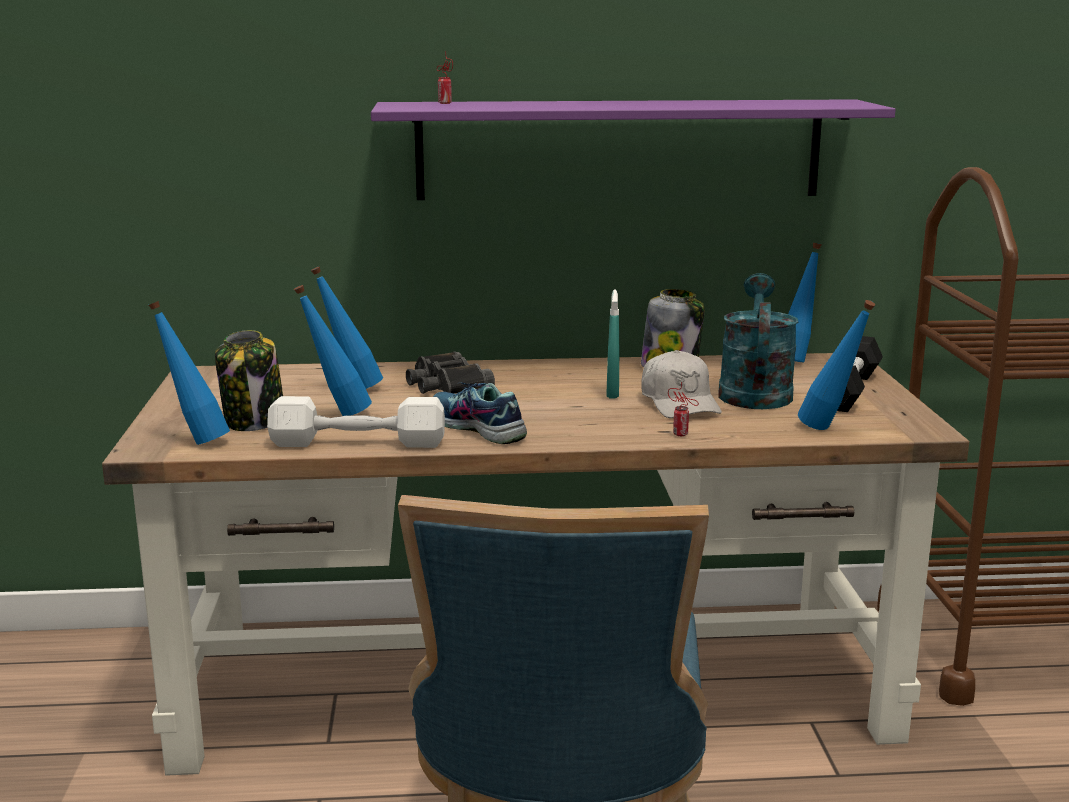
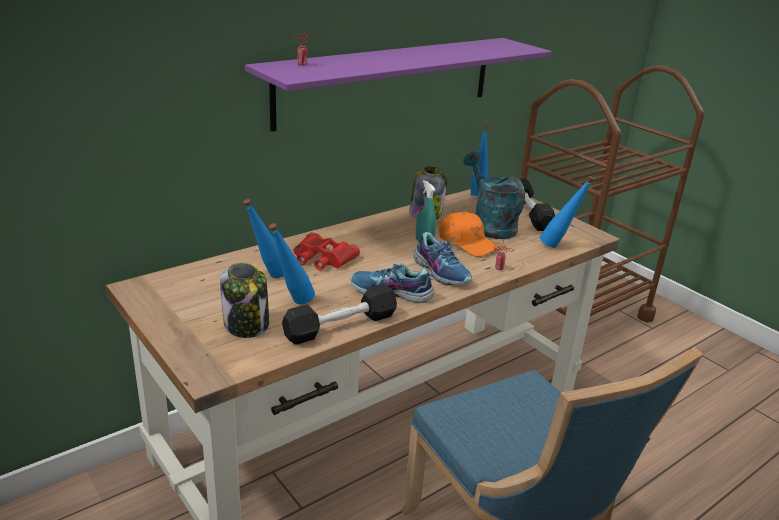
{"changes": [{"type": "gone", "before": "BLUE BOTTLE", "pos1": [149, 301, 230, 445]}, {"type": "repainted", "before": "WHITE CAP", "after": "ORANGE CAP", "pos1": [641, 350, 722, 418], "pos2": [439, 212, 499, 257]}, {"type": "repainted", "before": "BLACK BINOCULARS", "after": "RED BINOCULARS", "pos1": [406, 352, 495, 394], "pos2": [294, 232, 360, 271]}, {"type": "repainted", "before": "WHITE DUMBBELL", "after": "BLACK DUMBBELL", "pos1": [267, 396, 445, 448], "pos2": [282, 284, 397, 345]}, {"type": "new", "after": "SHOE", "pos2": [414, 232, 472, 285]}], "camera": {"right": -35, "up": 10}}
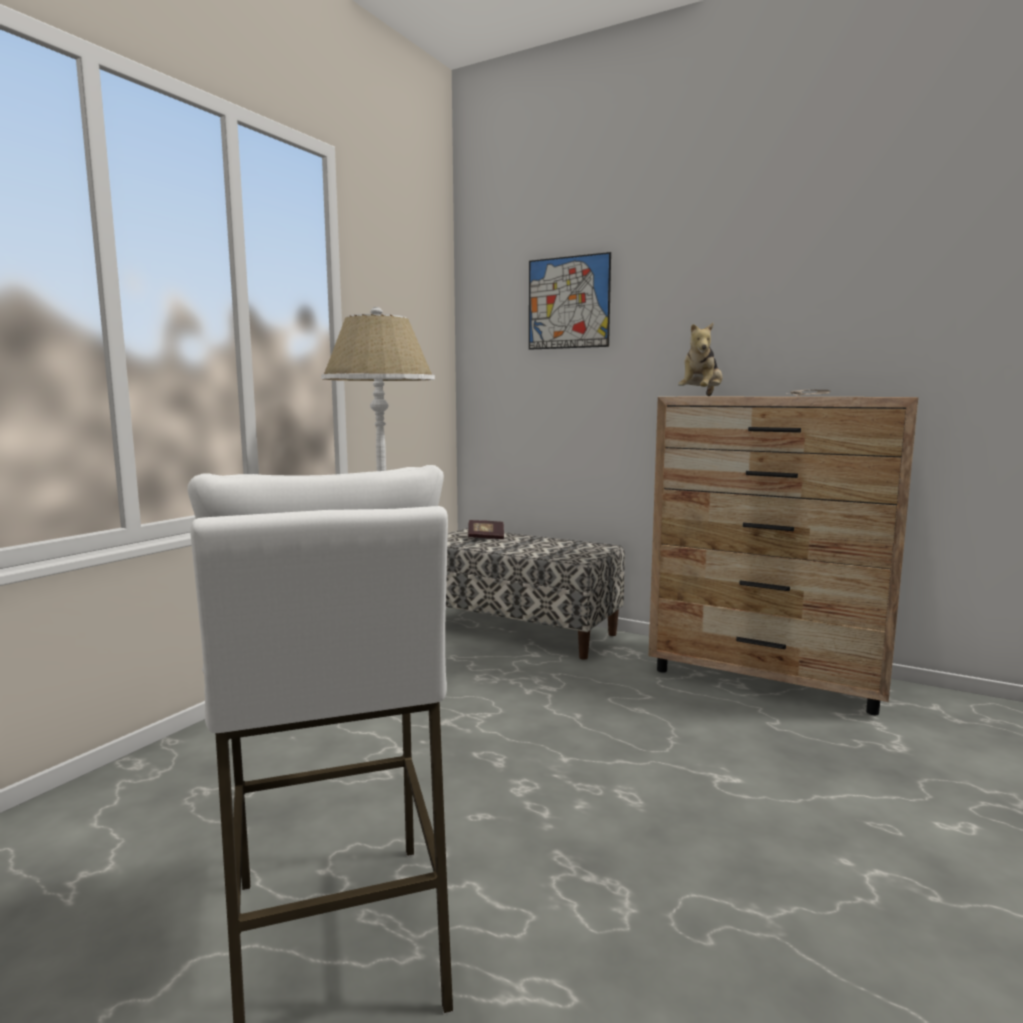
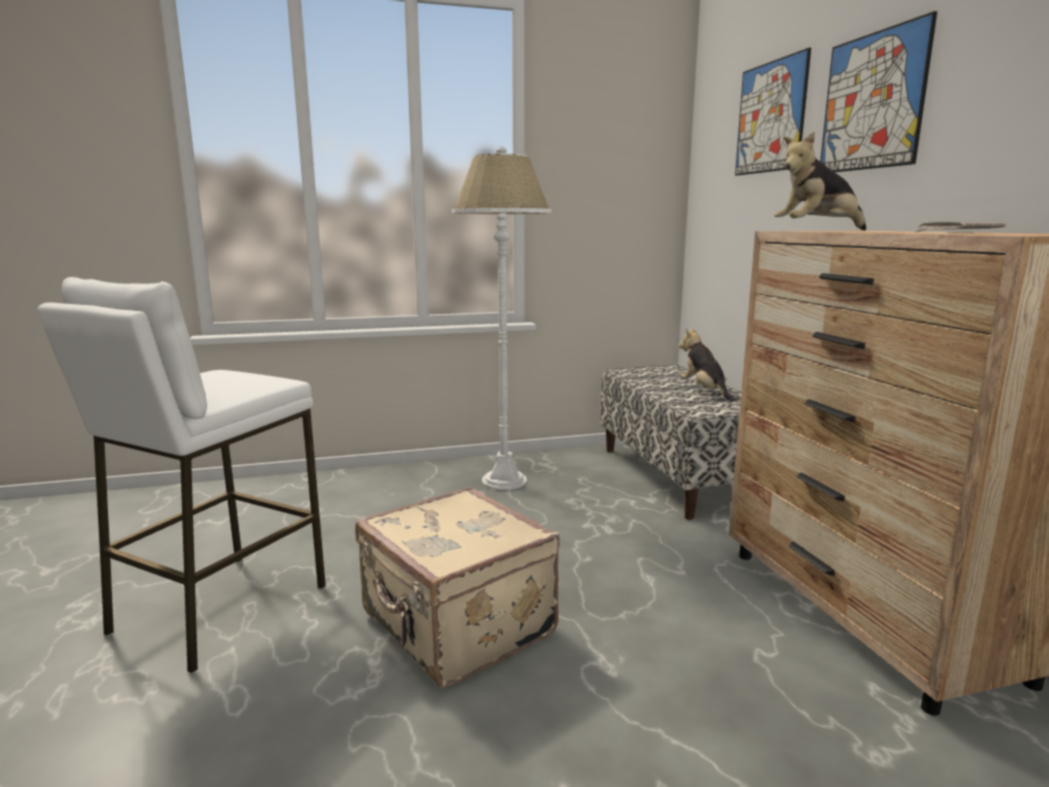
{"changes": [{"type": "gone", "before": "BOOK", "pos1": [468, 520, 504, 539]}, {"type": "new", "after": "PICTURE", "pos2": [820, 11, 937, 172]}, {"type": "new", "after": "PLUSH TOY", "pos2": [678, 328, 735, 402]}, {"type": "new", "after": "BEIGE SUITCASE", "pos2": [355, 487, 560, 688]}], "camera": {"right": 45, "up": 5}}
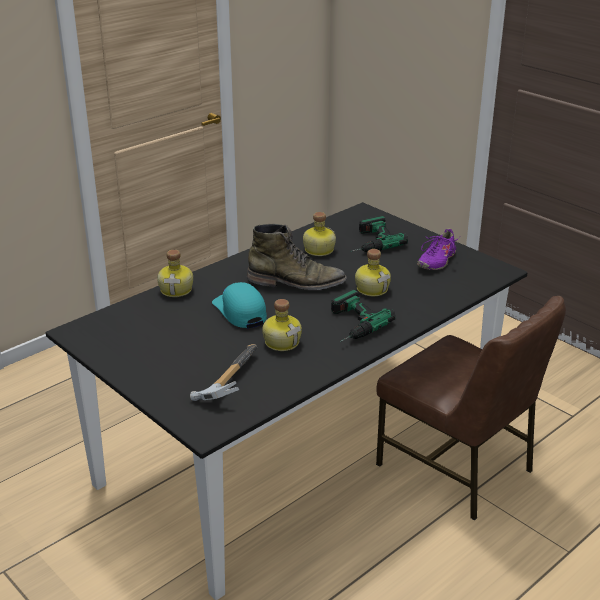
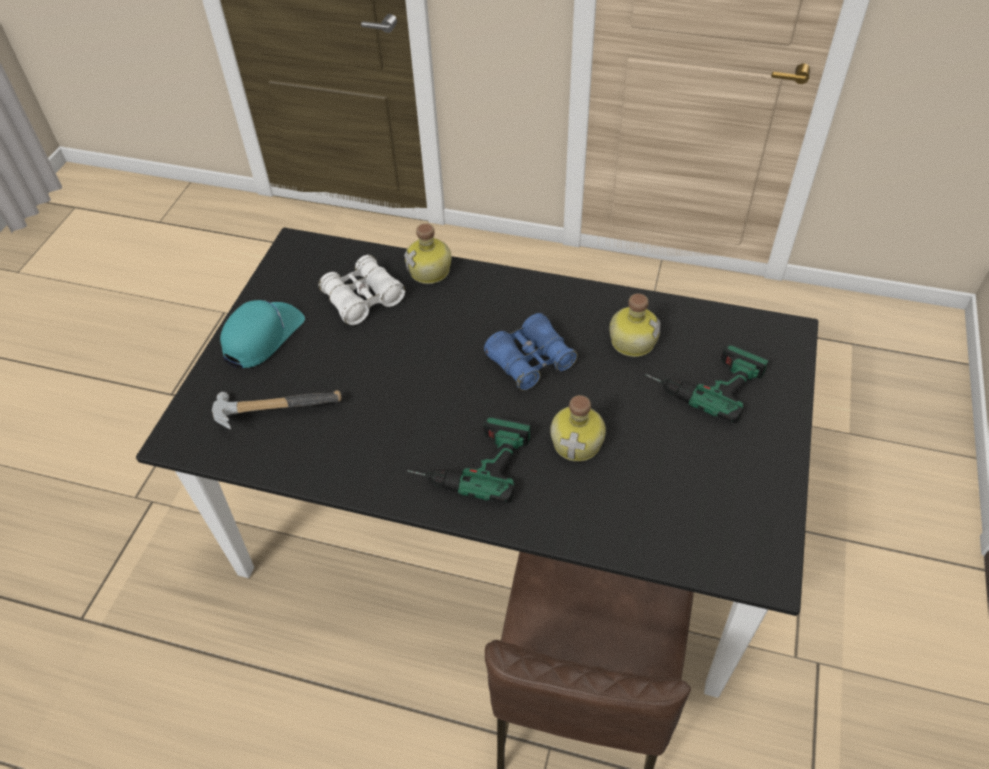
{"changes": [{"type": "swapped", "before": "GREEN BOOT", "after": "BLUE BINOCULARS", "pos1": [247, 224, 347, 290], "pos2": [484, 313, 578, 391]}, {"type": "gone", "before": "PURPLE SHOE", "pos1": [417, 228, 460, 270]}, {"type": "shifted", "before": "TURQUOISE CAP", "pos1": [212, 282, 267, 328], "pos2": [220, 300, 305, 369]}, {"type": "gone", "before": "BOTTLE", "pos1": [262, 299, 302, 351]}, {"type": "new", "after": "WHITE BINOCULARS", "pos2": [318, 255, 405, 325]}], "camera": {"right": 60, "up": 20}}
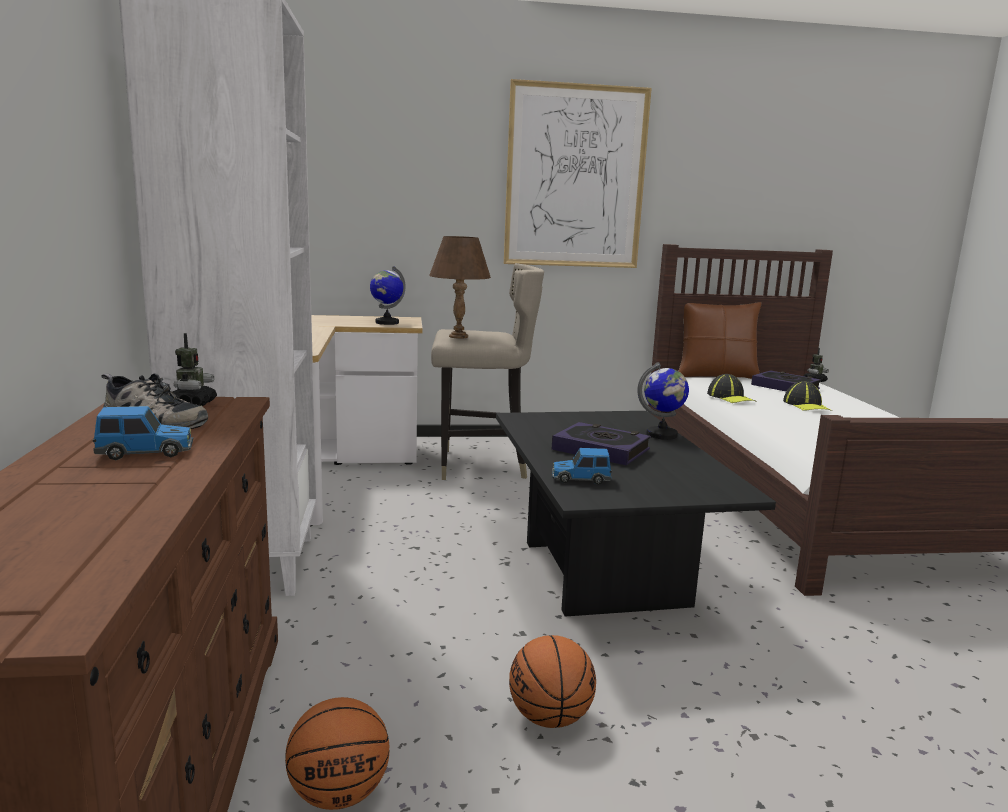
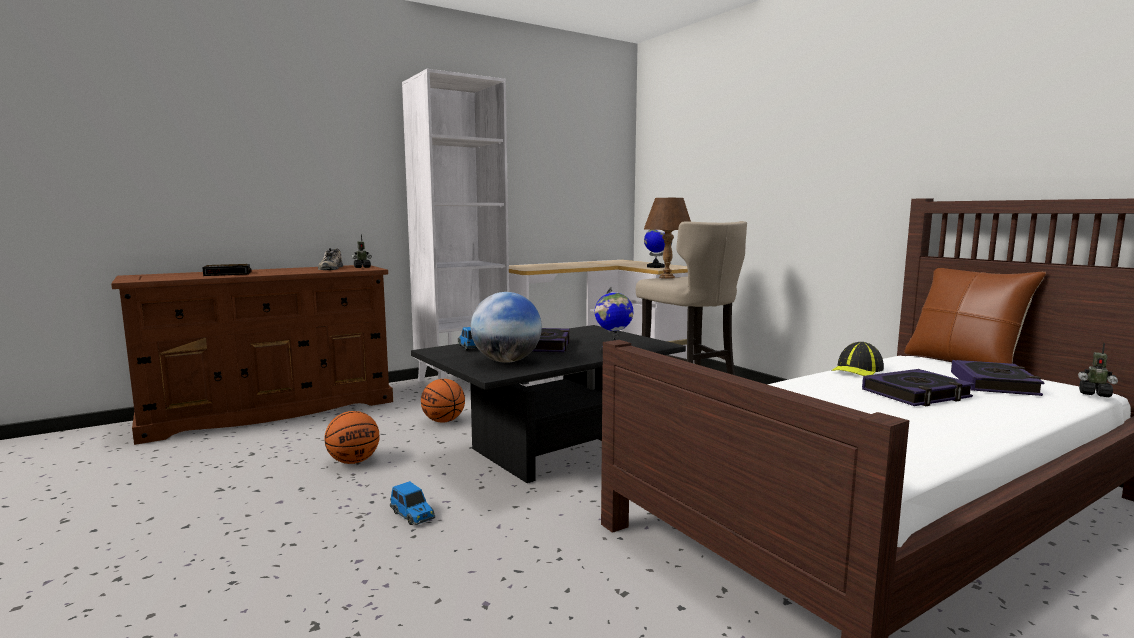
{"changes": [{"type": "gone", "before": "PICTURE", "pos1": [504, 79, 652, 268]}, {"type": "swapped", "before": "CAP", "after": "BOOK", "pos1": [783, 381, 832, 411], "pos2": [862, 369, 974, 406]}, {"type": "shifted", "before": "TOY CAR", "pos1": [93, 406, 193, 460], "pos2": [390, 481, 435, 525]}, {"type": "shifted", "before": "BASKETBALL", "pos1": [285, 697, 389, 810], "pos2": [421, 379, 465, 423]}, {"type": "new", "after": "ALARM CLOCK", "pos2": [202, 264, 252, 276]}, {"type": "new", "after": "GLOBE", "pos2": [471, 292, 542, 363]}], "camera": {"right": 65, "up": -5}}
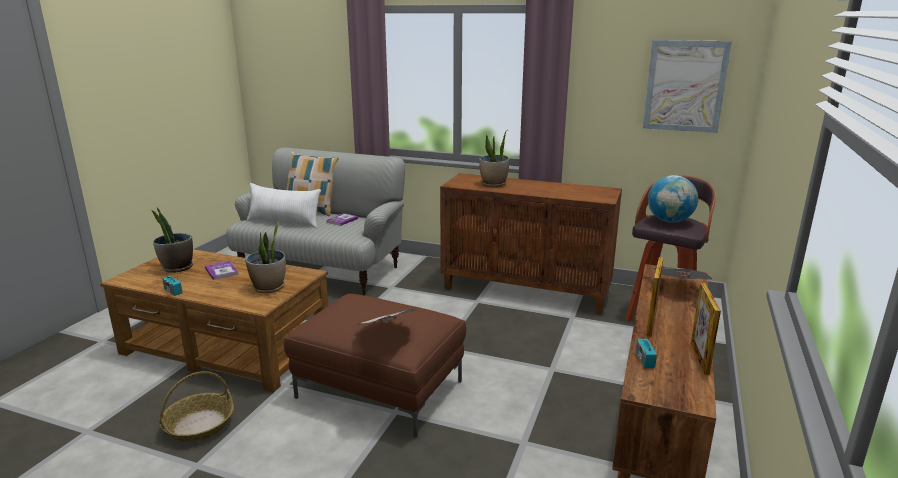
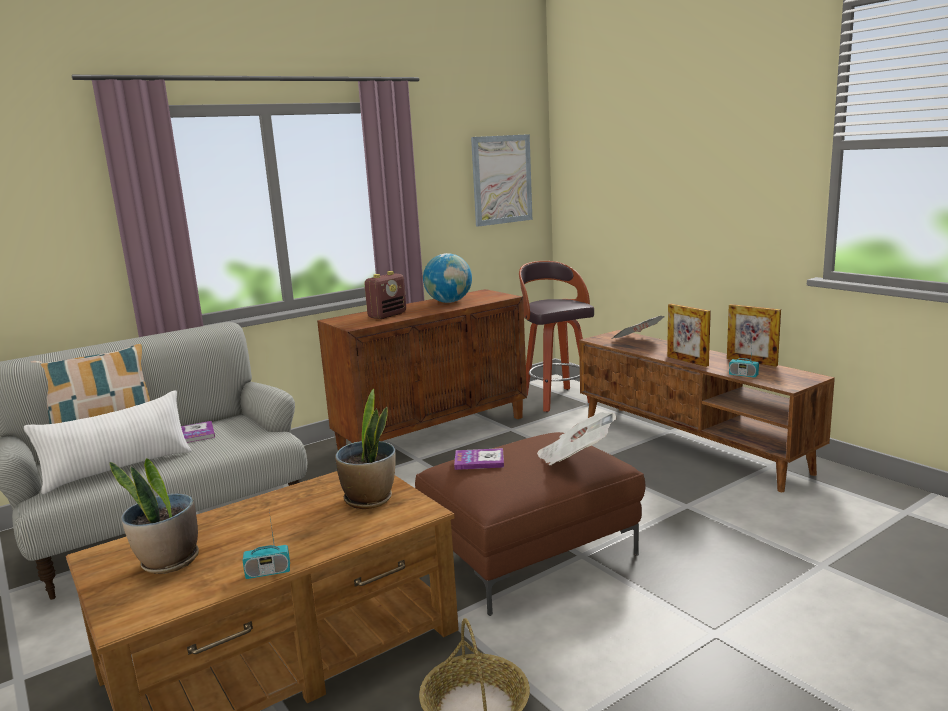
{"changes": [{"type": "swapped", "before": "POTTED PLANT", "after": "RADIO", "pos1": [479, 132, 509, 187], "pos2": [364, 271, 406, 319]}, {"type": "shifted", "before": "GLOBE", "pos1": [648, 175, 698, 223], "pos2": [423, 253, 472, 303]}, {"type": "shifted", "before": "BOOK", "pos1": [205, 261, 238, 280], "pos2": [454, 448, 504, 470]}], "camera": {"right": -55, "up": -5}}
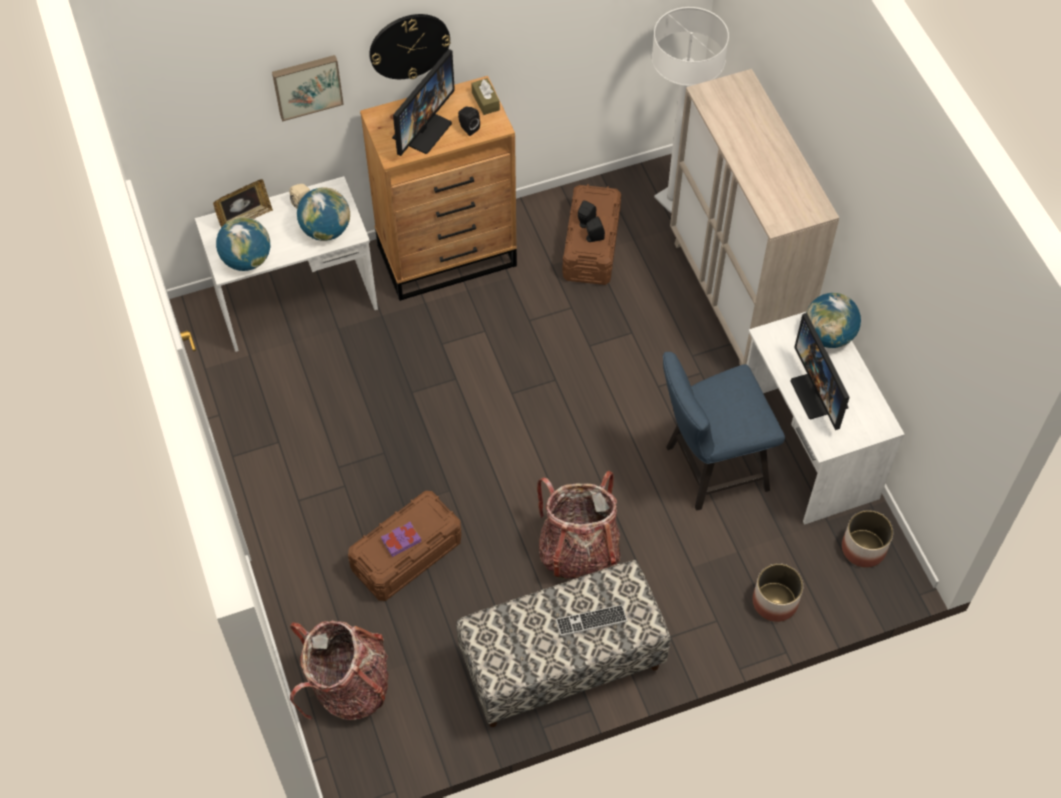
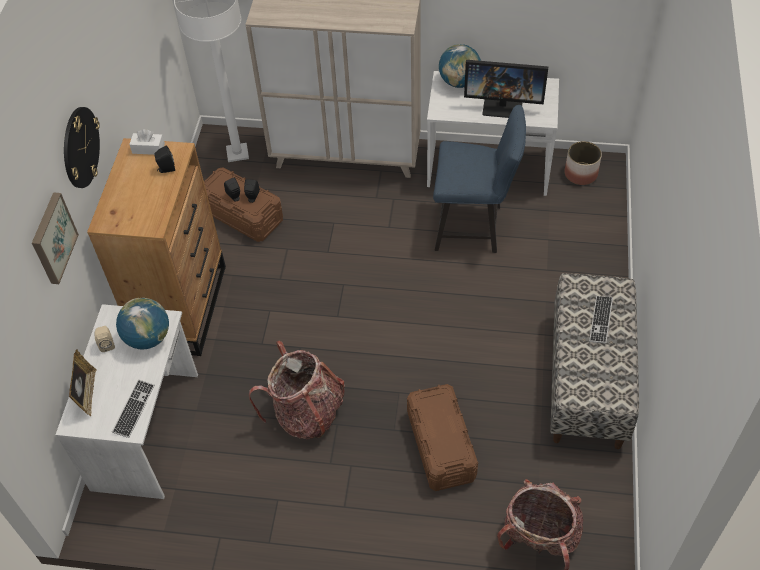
{"changes": [{"type": "gone", "before": "MONITOR", "pos1": [392, 49, 455, 156]}, {"type": "repainted", "before": "BROWN TISSUE BOX", "after": "WHITE TISSUE BOX", "pos1": [471, 78, 500, 115], "pos2": [129, 129, 165, 155]}, {"type": "swapped", "before": "GLOBE", "after": "KEYBOARD", "pos1": [216, 216, 270, 271], "pos2": [112, 379, 155, 438]}, {"type": "rotated", "before": "BLUE CHAIR", "pos1": [663, 352, 785, 511], "pos2": [433, 105, 526, 253], "turn": -90}, {"type": "shifted", "before": "BACKPACK", "pos1": [537, 471, 621, 580], "pos2": [249, 340, 345, 439]}, {"type": "gone", "before": "PURPLE BOOK", "pos1": [381, 522, 421, 557]}, {"type": "gone", "before": "PLANTER", "pos1": [753, 563, 803, 622]}], "camera": {"right": -60, "up": -5}}
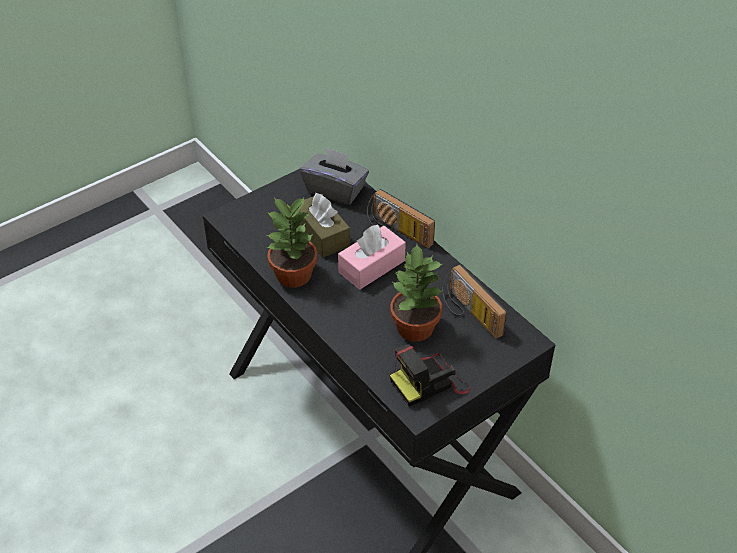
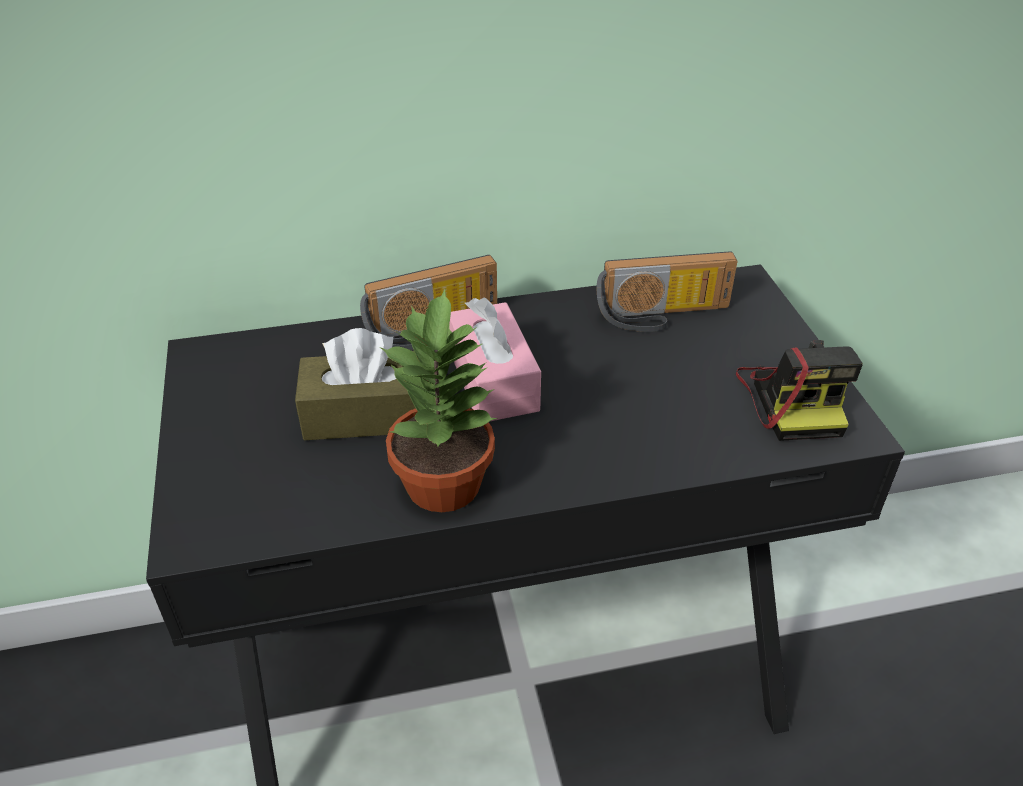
{"changes": [{"type": "gone", "before": "GREY TISSUE BOX", "pos1": [300, 147, 369, 205]}, {"type": "gone", "before": "POTTED PLANT", "pos1": [390, 244, 444, 342]}], "camera": {"right": -65, "up": -5}}
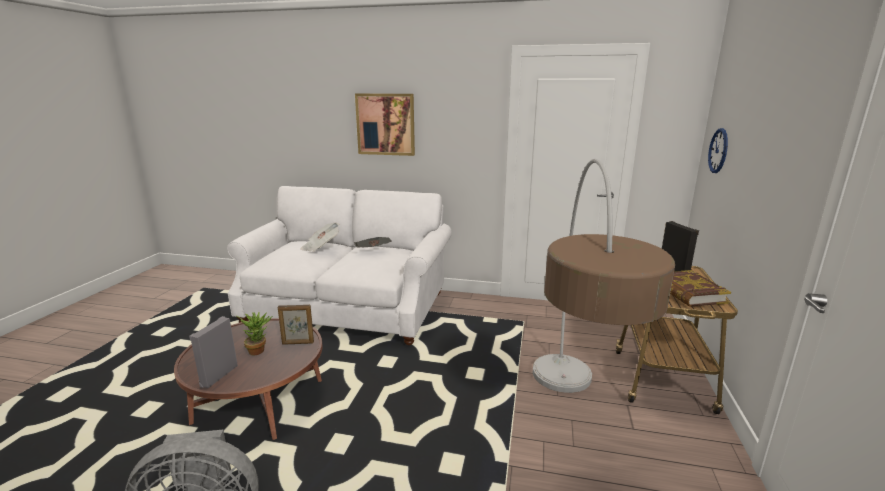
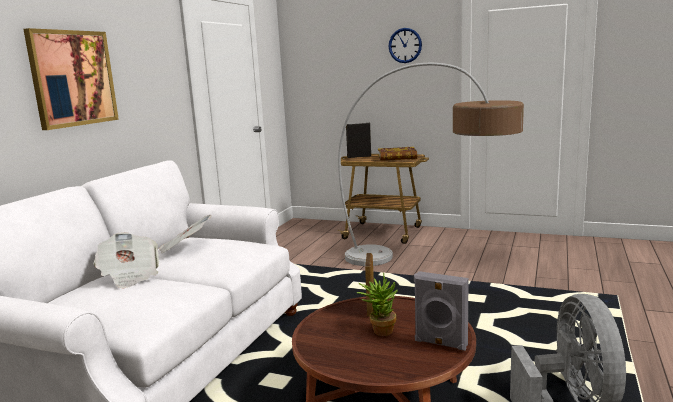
{"changes": [{"type": "shifted", "before": "WALL CLOCK", "pos1": [708, 128, 728, 173], "pos2": [388, 28, 422, 63]}], "camera": {"right": -80, "up": -5}}
